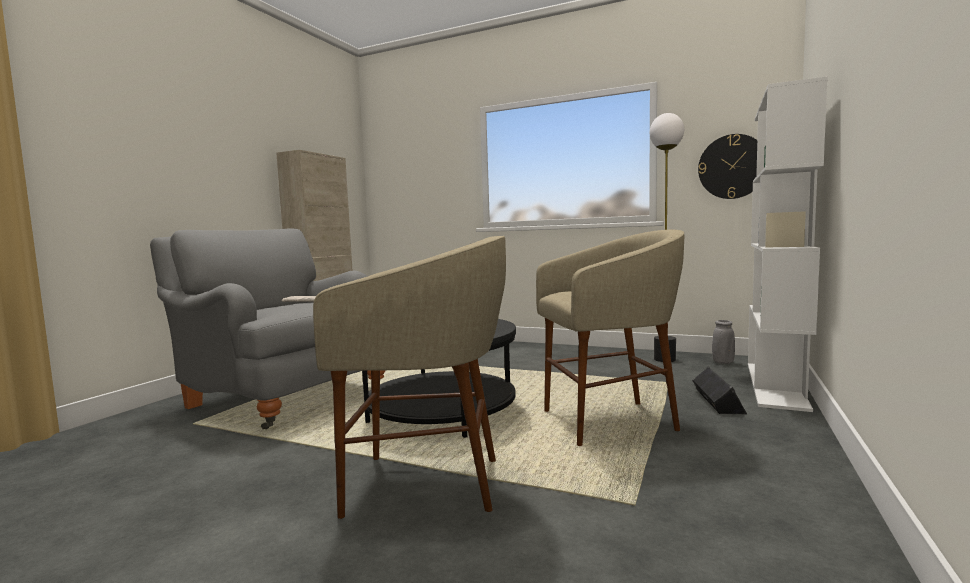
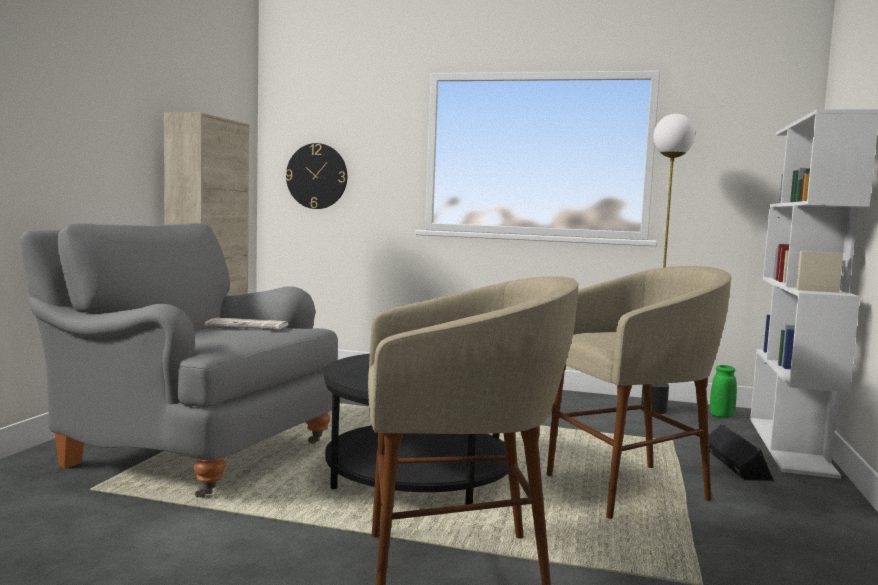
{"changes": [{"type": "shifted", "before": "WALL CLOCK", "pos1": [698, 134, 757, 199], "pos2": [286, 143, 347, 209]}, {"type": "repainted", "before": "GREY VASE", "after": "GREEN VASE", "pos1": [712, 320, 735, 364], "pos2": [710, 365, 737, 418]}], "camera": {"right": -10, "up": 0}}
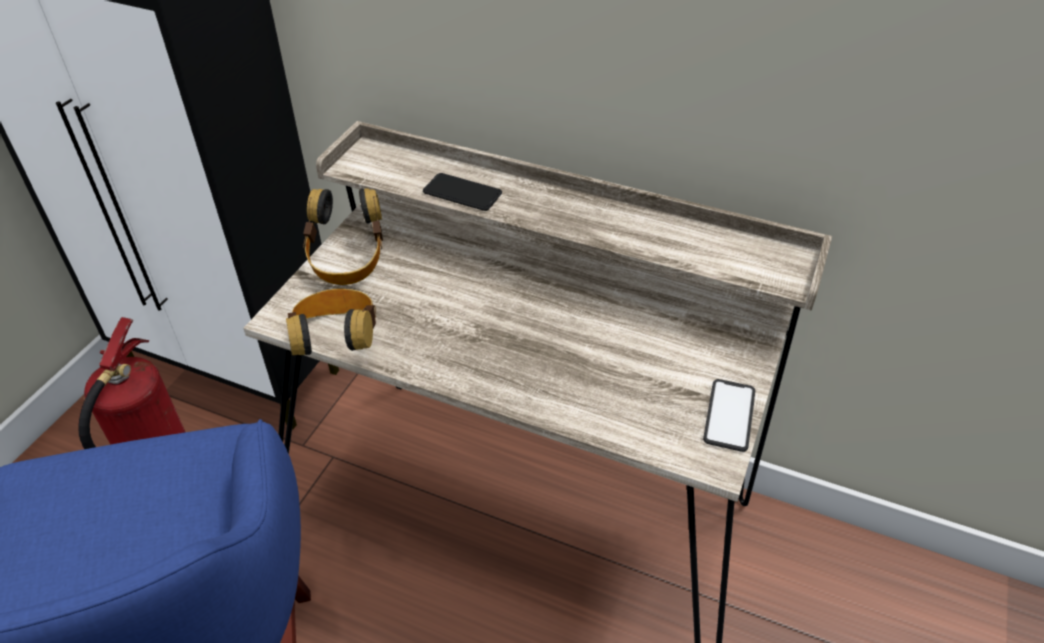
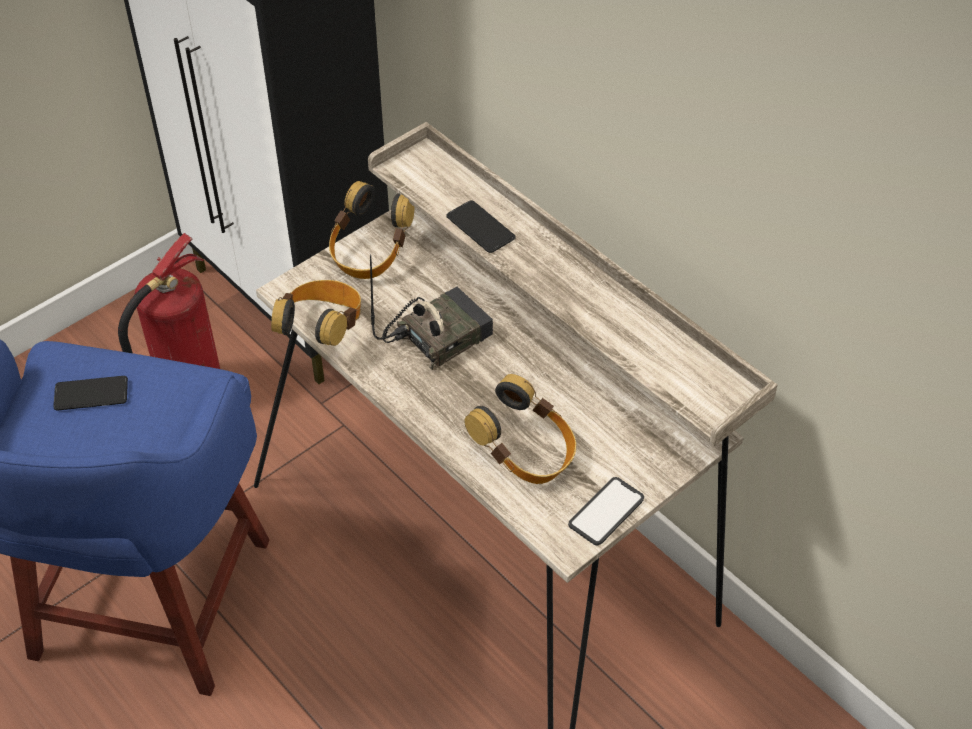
{"changes": [{"type": "new", "after": "RADIO", "pos2": [370, 254, 493, 370]}, {"type": "new", "after": "HEADPHONES", "pos2": [465, 374, 576, 484]}, {"type": "new", "after": "PHONE", "pos2": [53, 376, 128, 411]}], "camera": {"right": 25, "up": 5}}
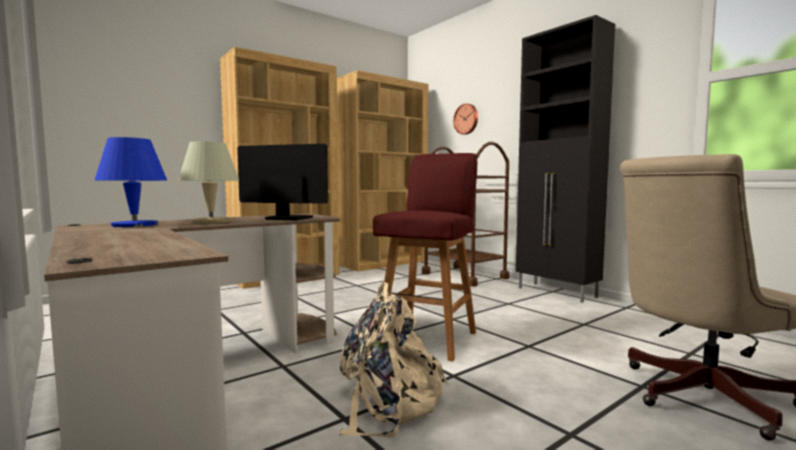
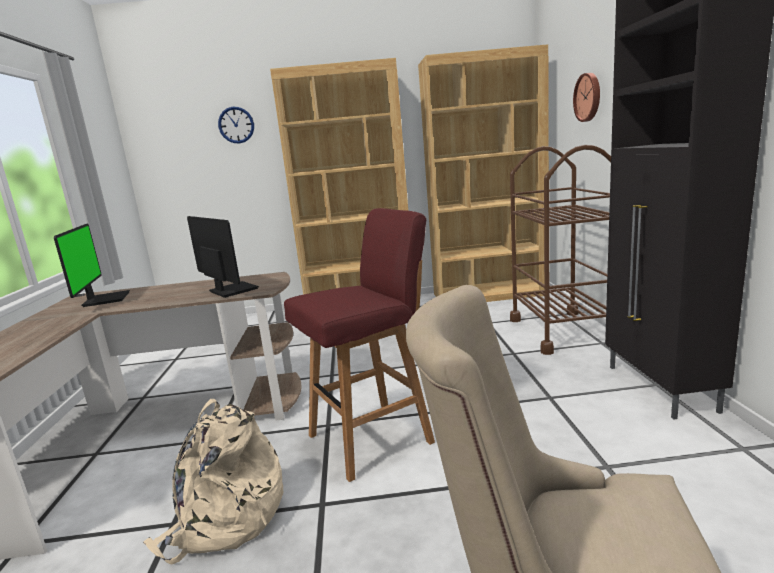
{"changes": [{"type": "swapped", "before": "BLUE TABLE LAMP", "after": "MONITOR", "pos1": [95, 137, 167, 227], "pos2": [54, 224, 130, 307]}, {"type": "gone", "before": "BEIGE TABLE LAMP", "pos1": [178, 141, 239, 223]}, {"type": "new", "after": "WALL CLOCK", "pos2": [218, 107, 254, 144]}], "camera": {"right": 35, "up": 10}}
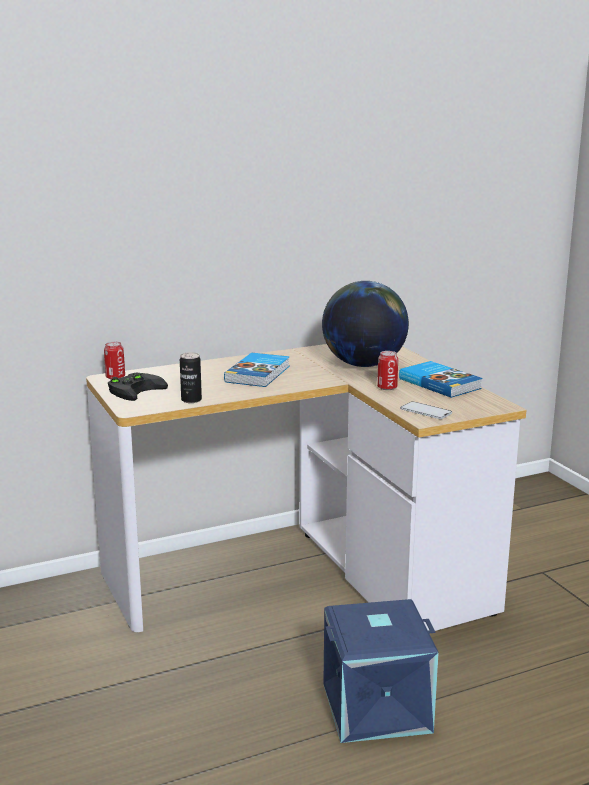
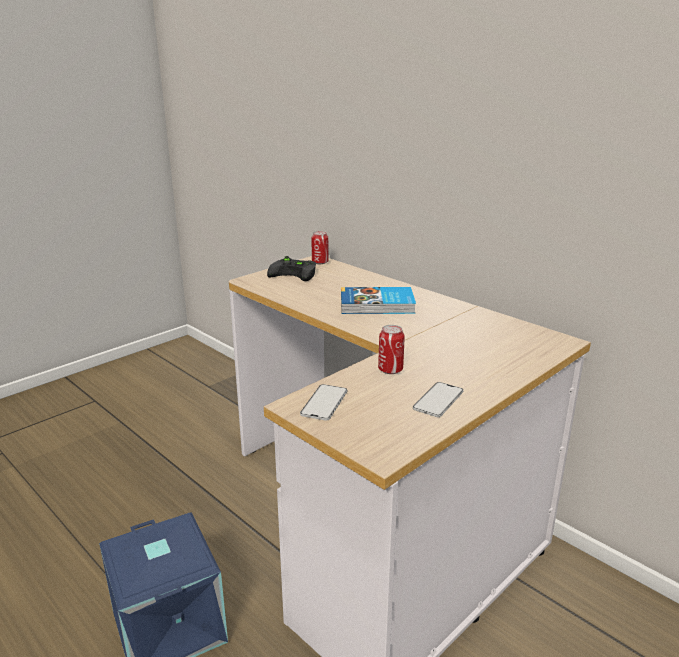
{"changes": [{"type": "gone", "before": "GLOBE", "pos1": [322, 281, 409, 367]}, {"type": "gone", "before": "CAN", "pos1": [180, 352, 202, 403]}, {"type": "swapped", "before": "BOOK", "after": "PHONE", "pos1": [399, 361, 482, 398], "pos2": [413, 382, 463, 417]}], "camera": {"right": 70, "up": 5}}
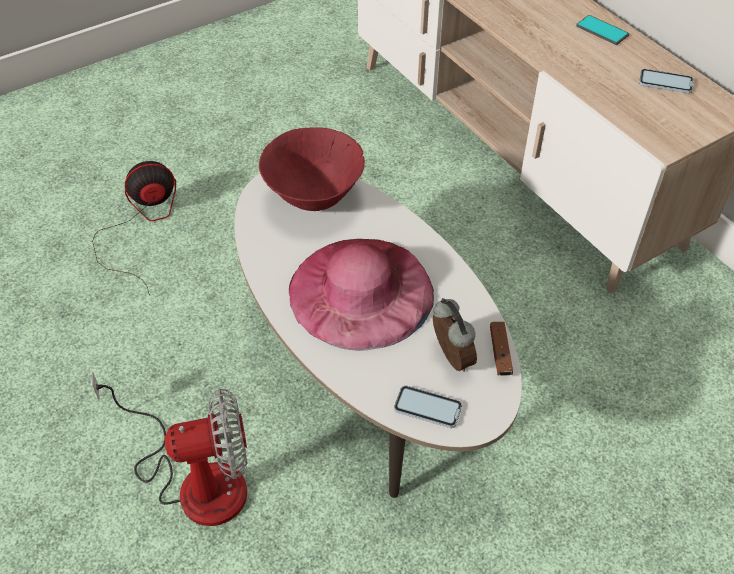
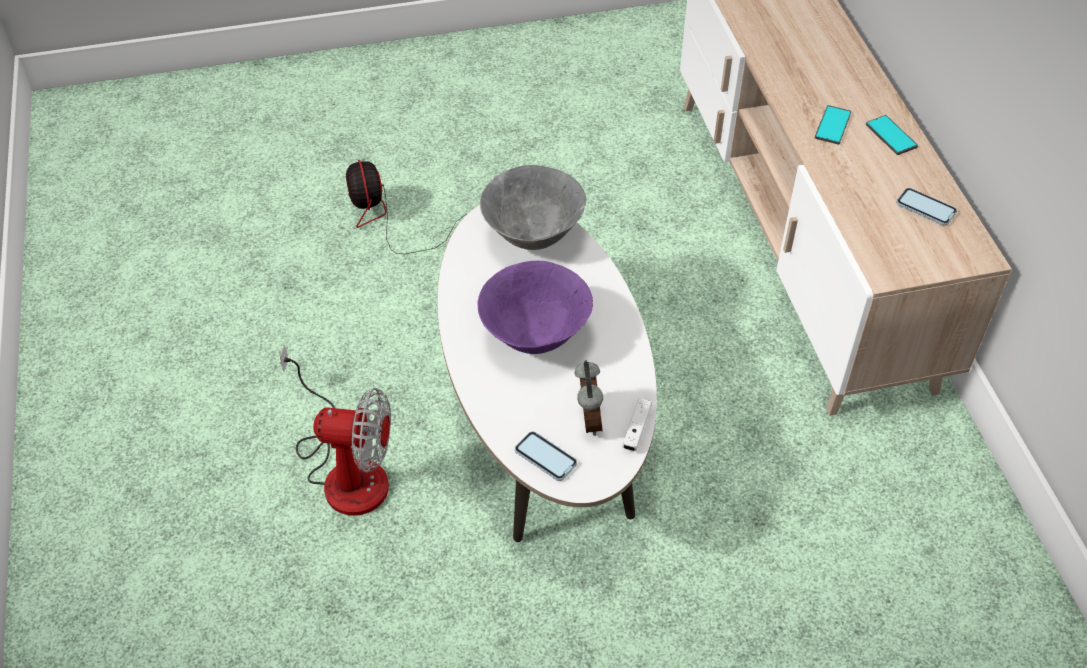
{"changes": [{"type": "repainted", "before": "RED BOWL", "after": "GREY BOWL", "pos1": [259, 127, 365, 211], "pos2": [480, 165, 586, 250]}, {"type": "rotated", "before": "FAN", "pos1": [92, 161, 176, 296], "pos2": [346, 160, 467, 254], "turn": -105}, {"type": "swapped", "before": "PINK HAT", "after": "PURPLE BOWL", "pos1": [289, 239, 434, 351], "pos2": [478, 261, 593, 354]}, {"type": "repainted", "before": "BROWN GAME CONTROLLER", "after": "WHITE GAME CONTROLLER", "pos1": [490, 322, 513, 376], "pos2": [622, 398, 652, 451]}, {"type": "new", "after": "PHONE", "pos2": [815, 105, 852, 145]}], "camera": {"right": 20, "up": 0}}
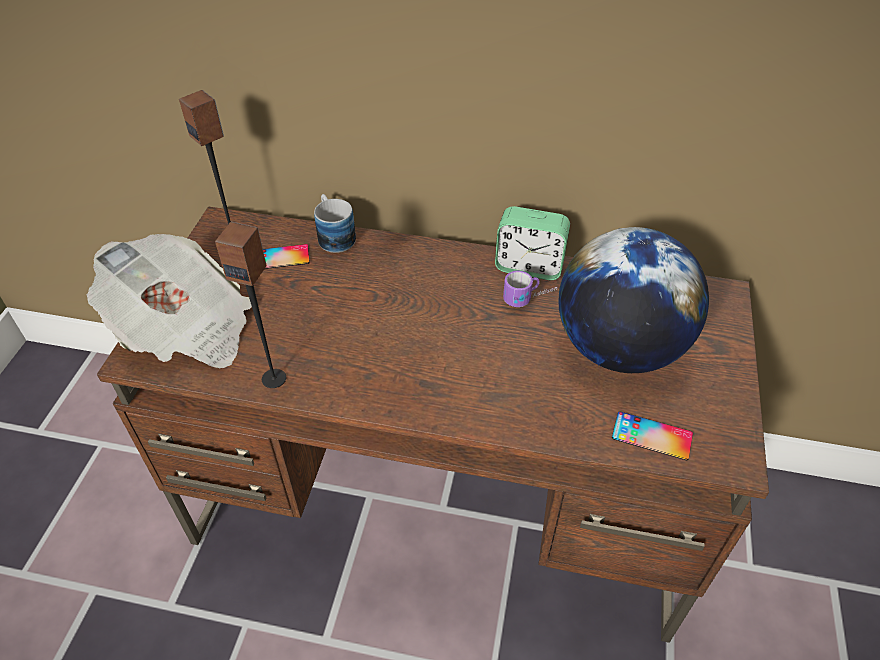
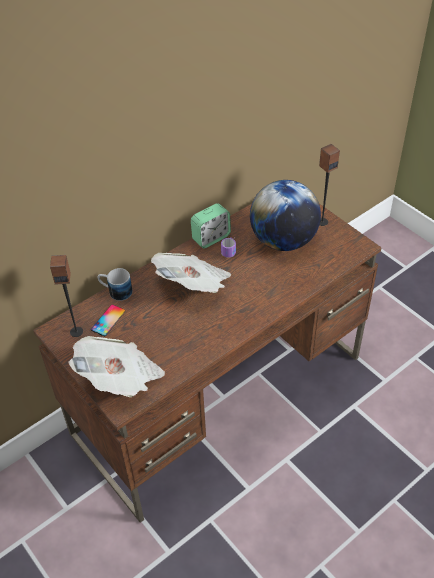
{"changes": [{"type": "shifted", "before": "SPEAKER", "pos1": [215, 222, 286, 388], "pos2": [319, 144, 340, 226]}, {"type": "gone", "before": "PHONE", "pos1": [612, 411, 693, 460]}, {"type": "new", "after": "NEWSPAPER", "pos2": [151, 253, 231, 293]}], "camera": {"right": -50, "up": 0}}
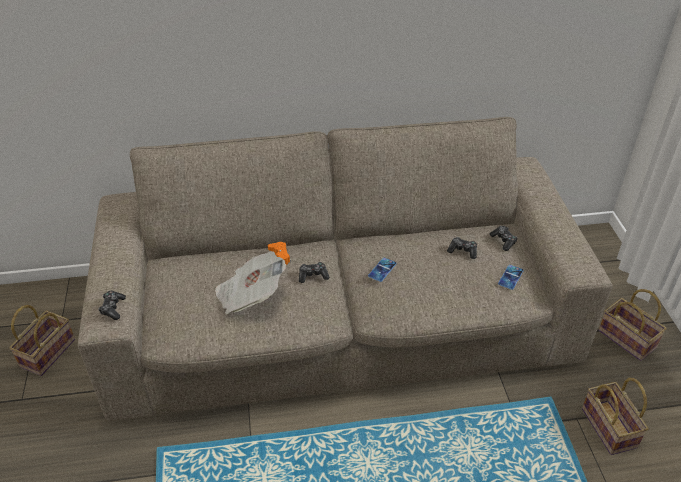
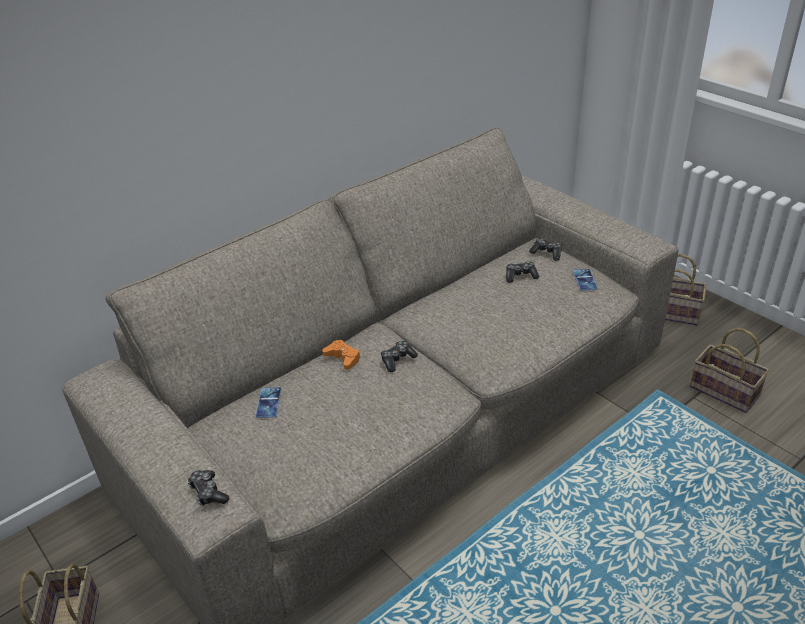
{"changes": [{"type": "gone", "before": "NEWSPAPER", "pos1": [215, 251, 286, 315]}, {"type": "shifted", "before": "PHONE", "pos1": [368, 257, 397, 282], "pos2": [256, 387, 281, 418]}], "camera": {"right": -30, "up": -5}}
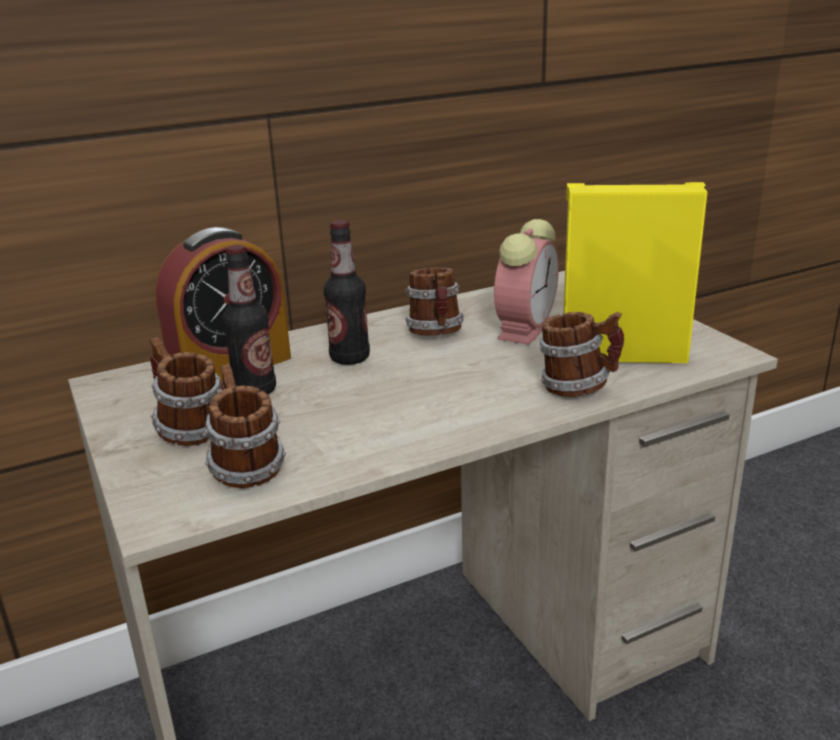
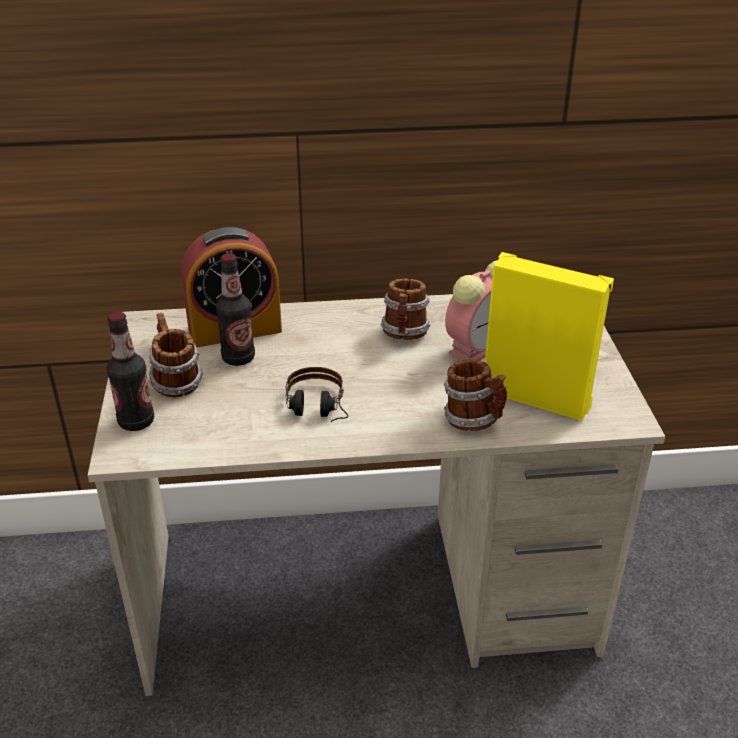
{"changes": [{"type": "shifted", "before": "BOTTLE", "pos1": [324, 220, 370, 365], "pos2": [107, 311, 154, 431]}, {"type": "gone", "before": "MUG", "pos1": [205, 364, 286, 488]}, {"type": "new", "after": "HEADPHONES", "pos2": [286, 367, 349, 422]}], "camera": {"right": 20, "up": 10}}
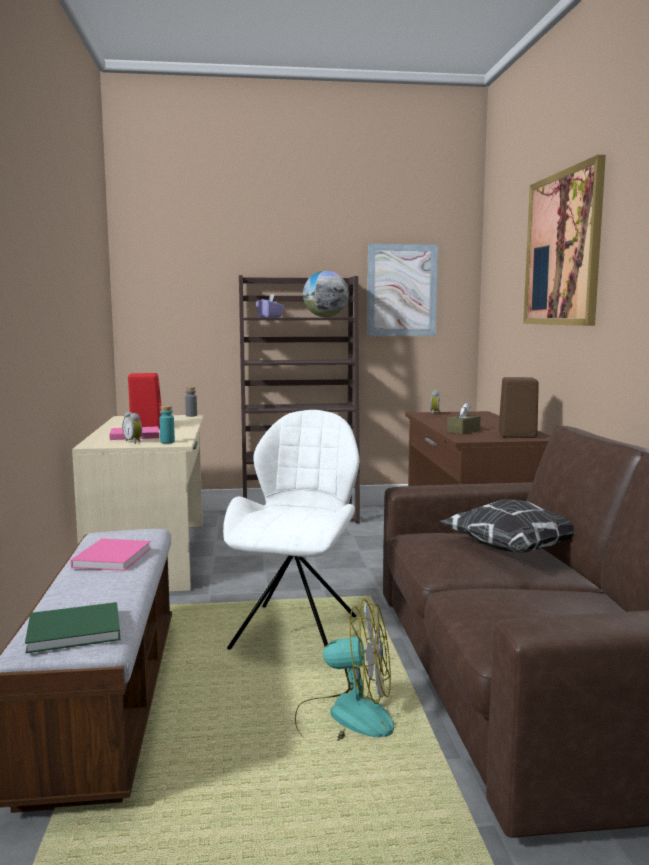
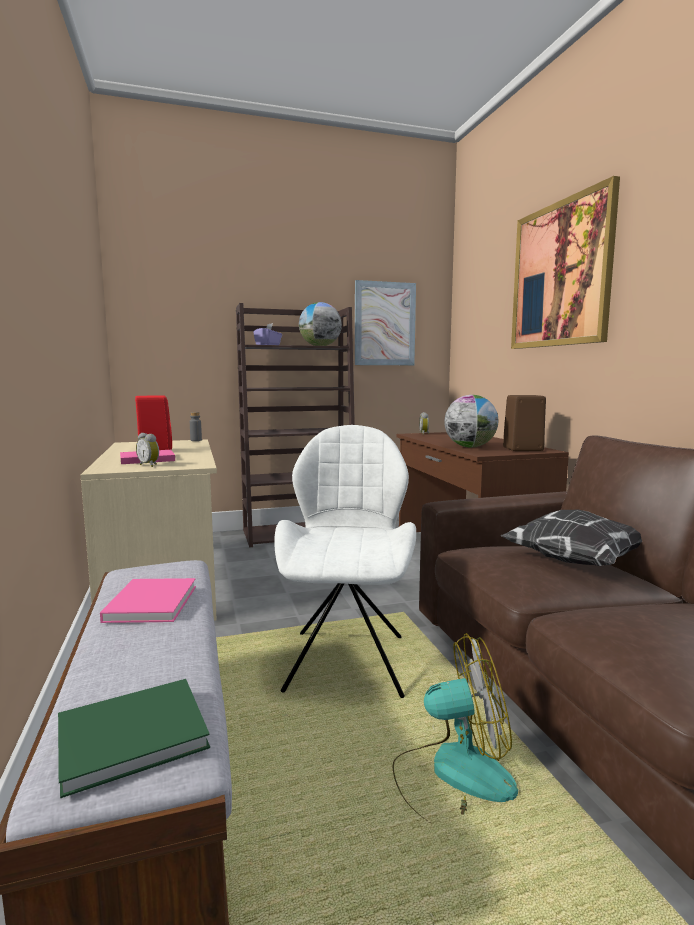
{"changes": [{"type": "swapped", "before": "BROWN TISSUE BOX", "after": "GLOBE", "pos1": [447, 403, 481, 434], "pos2": [444, 395, 498, 448]}, {"type": "gone", "before": "TURQUOISE BOTTLE", "pos1": [159, 406, 175, 444]}], "camera": {"right": -10, "up": 0}}
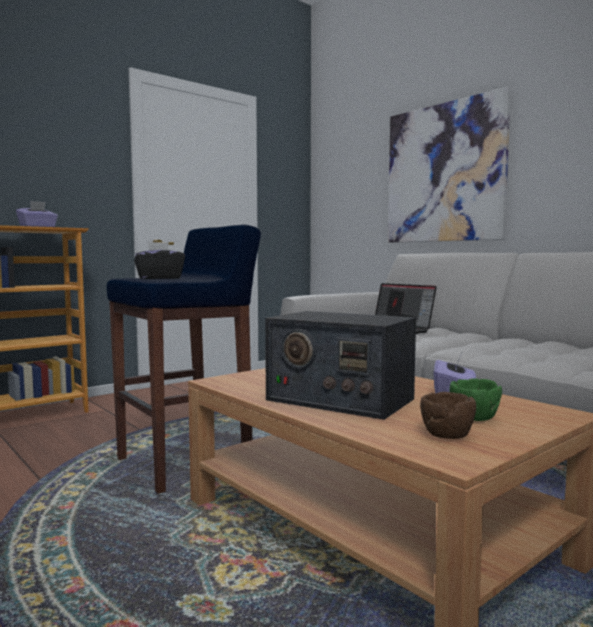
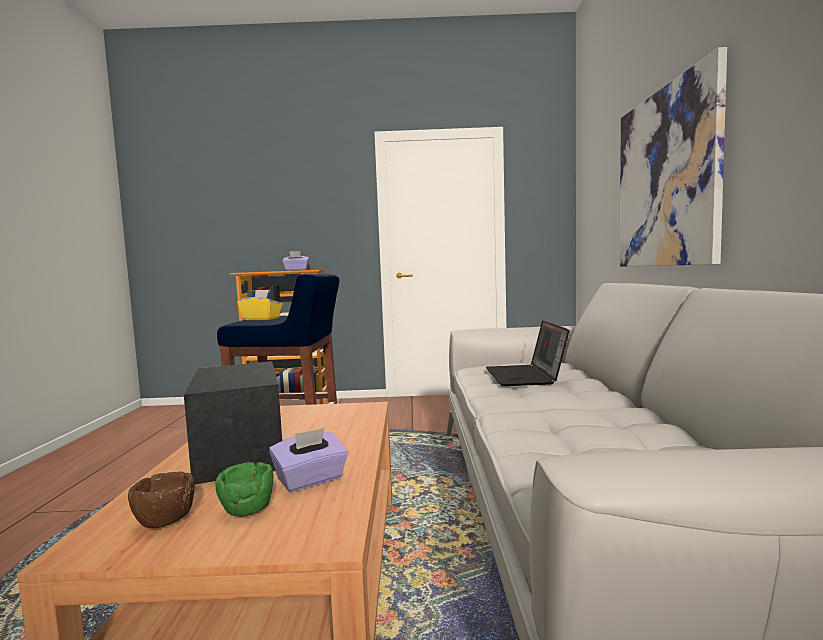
{"changes": [{"type": "repainted", "before": "BLACK TISSUE BOX", "after": "YELLOW TISSUE BOX", "pos1": [134, 242, 185, 279], "pos2": [237, 289, 283, 320]}], "camera": {"right": 40, "up": 0}}
